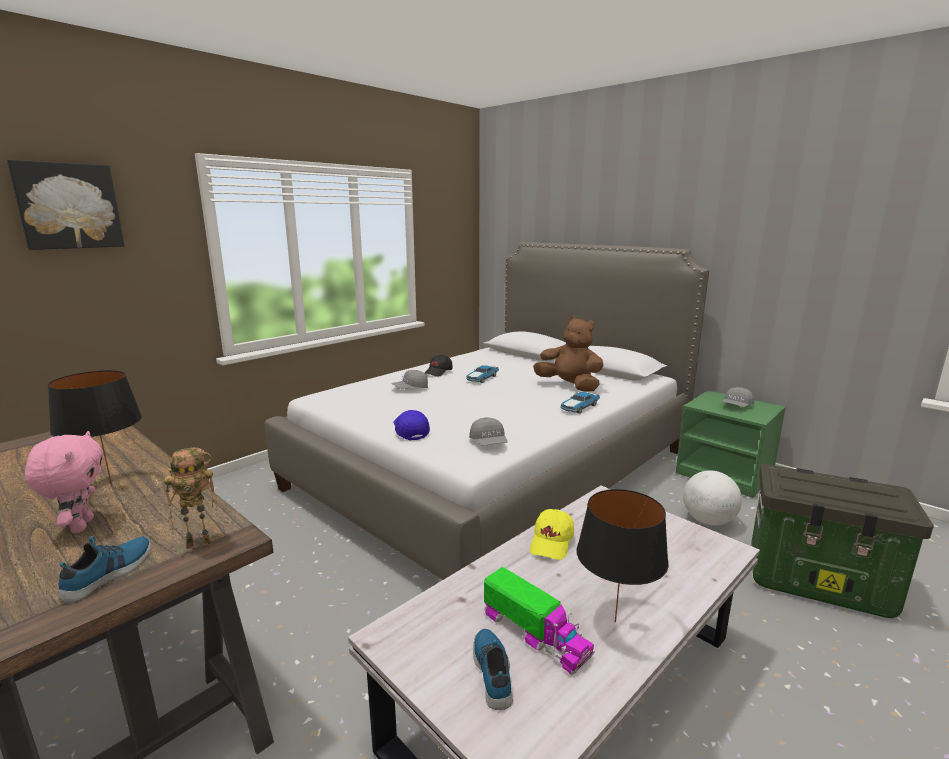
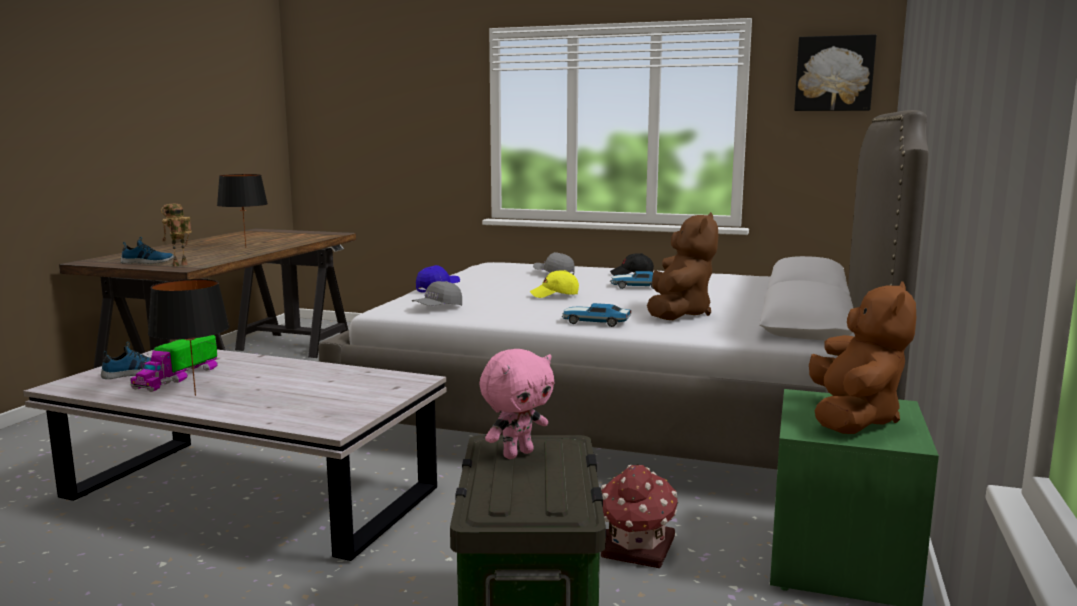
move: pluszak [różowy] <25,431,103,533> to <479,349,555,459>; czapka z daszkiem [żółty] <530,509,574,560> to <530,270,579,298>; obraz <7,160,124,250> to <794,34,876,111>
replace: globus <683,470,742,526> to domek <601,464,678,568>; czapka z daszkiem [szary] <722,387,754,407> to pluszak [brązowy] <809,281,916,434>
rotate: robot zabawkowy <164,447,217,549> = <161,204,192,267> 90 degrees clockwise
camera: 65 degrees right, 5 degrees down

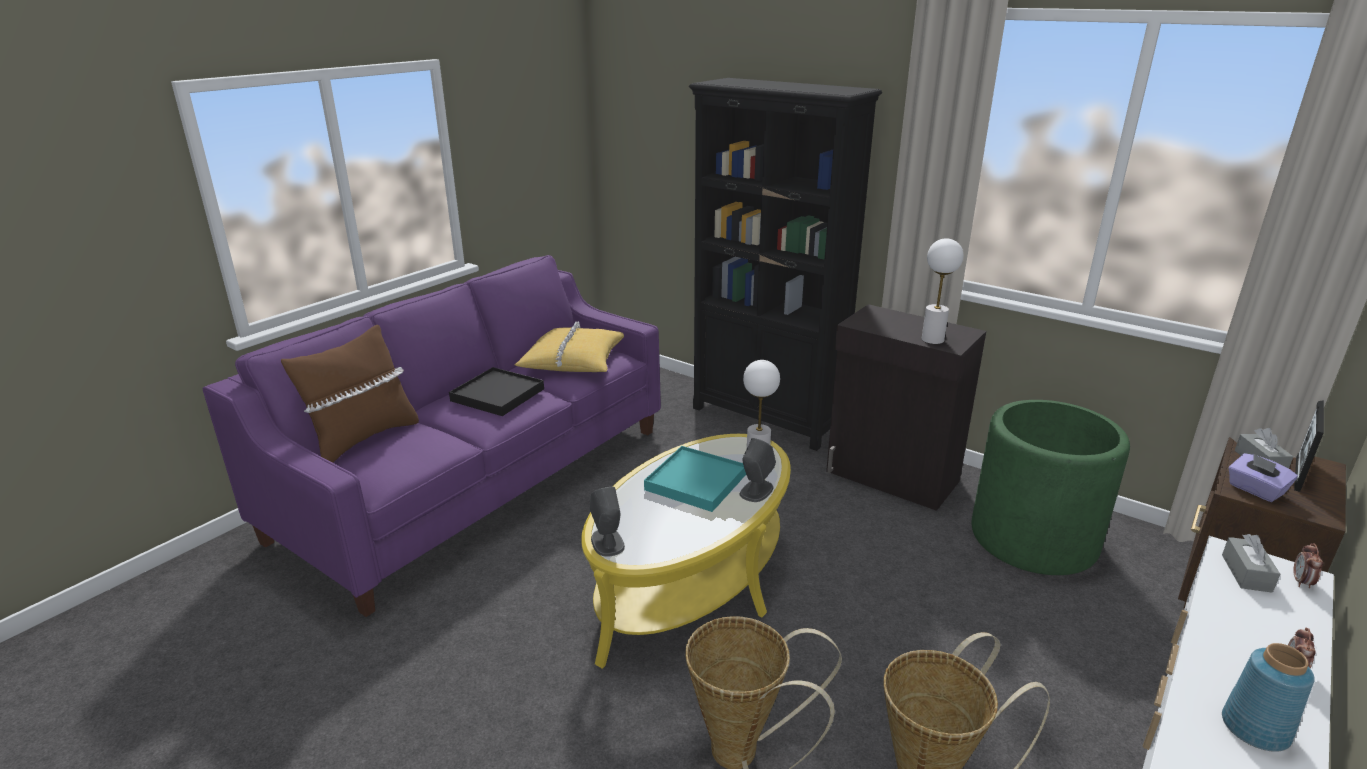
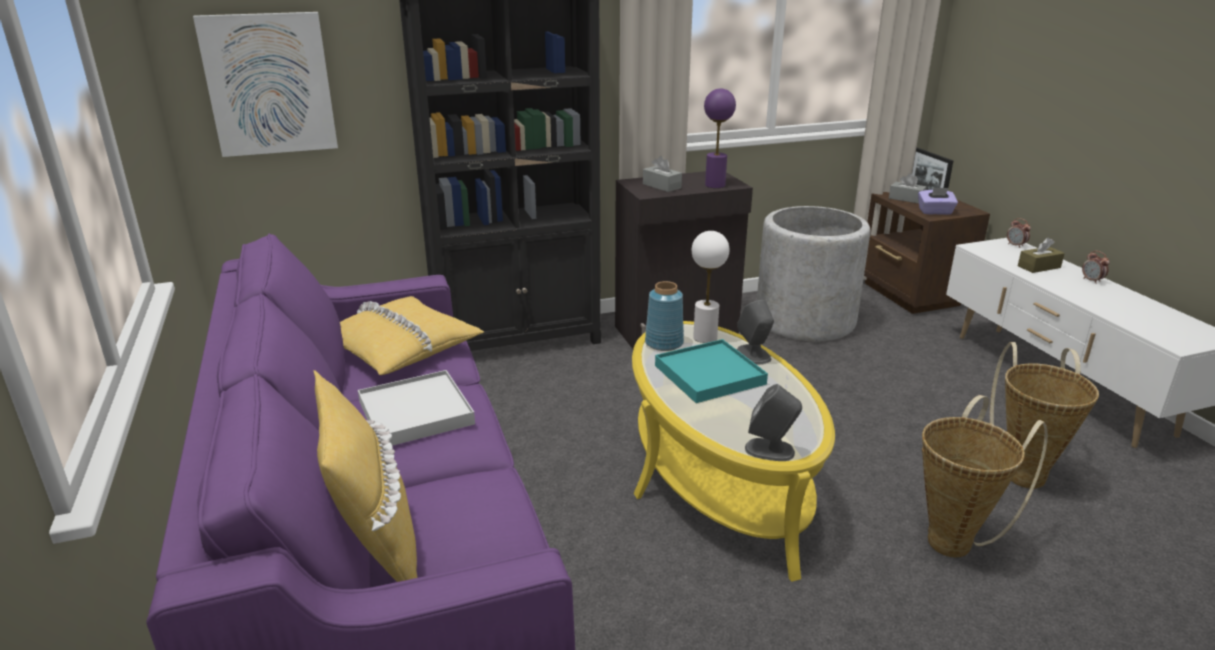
insert: obraz <193,12,338,157>; pudełko chusteczek [brązowy] <1018,238,1065,273>
move: pudełko chusteczek [szary] <1222,534,1280,593> to <643,156,682,192>; wazon [niebieski] <1222,643,1315,752> to <645,281,684,351>
recolor: poduszka [brązowy] <281,325,419,463> to poduszka [żółty] <313,370,418,582>; taca [czarny] <449,367,544,416> to taca [biały] <358,370,475,446>; lampa stołowa [biały] <922,238,963,344> to lampa stołowa [fioletowy] <704,89,736,188>; donica [zielony] <972,400,1130,575> to donica [szary] <757,206,870,341>
camera: 55 degrees left, 0 degrees up

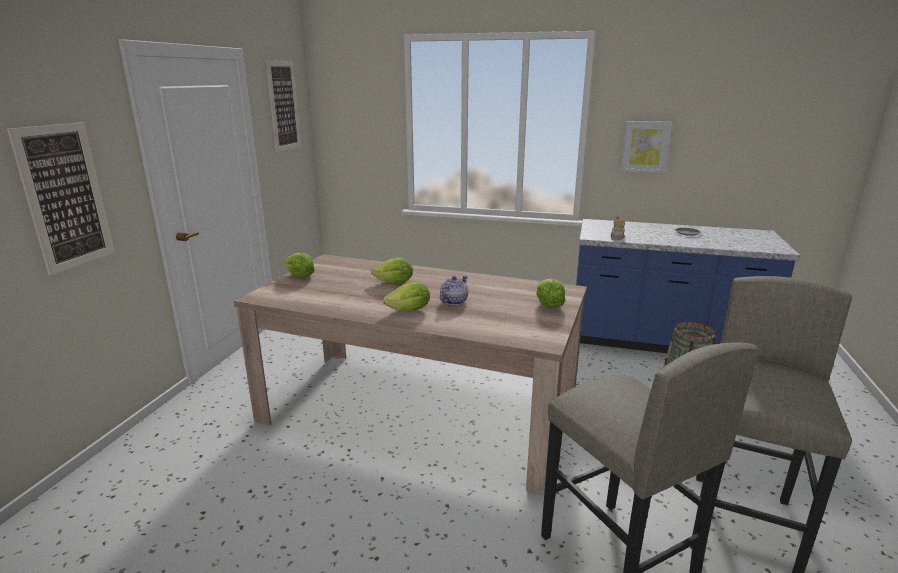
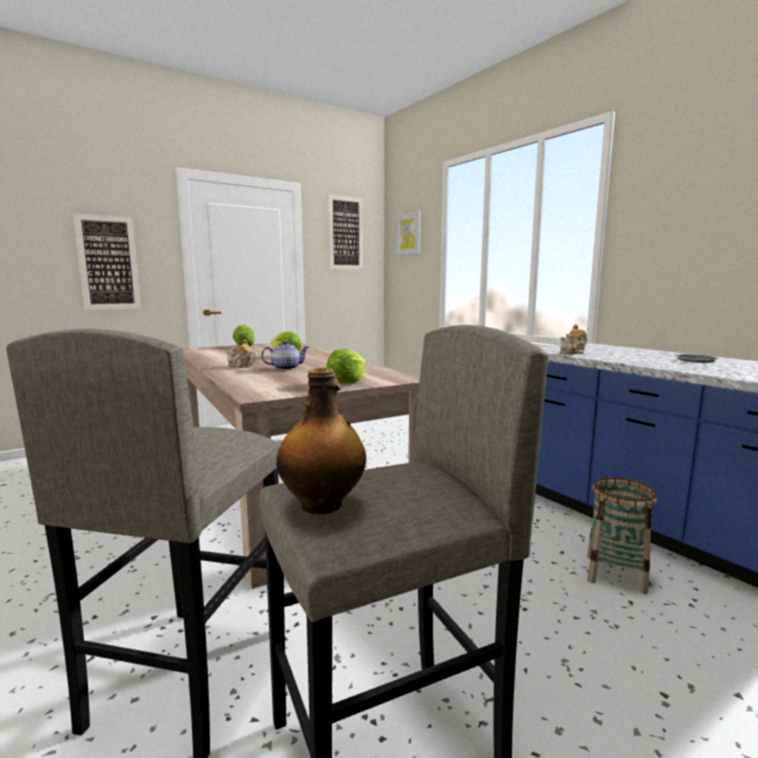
insert: butelka <276,368,366,514>
move: obraz <621,121,672,173> to <397,211,421,256>
replace: sałata <383,281,430,311> to imbryk <225,339,257,368>
camera: 40 degrees right, 10 degrees down

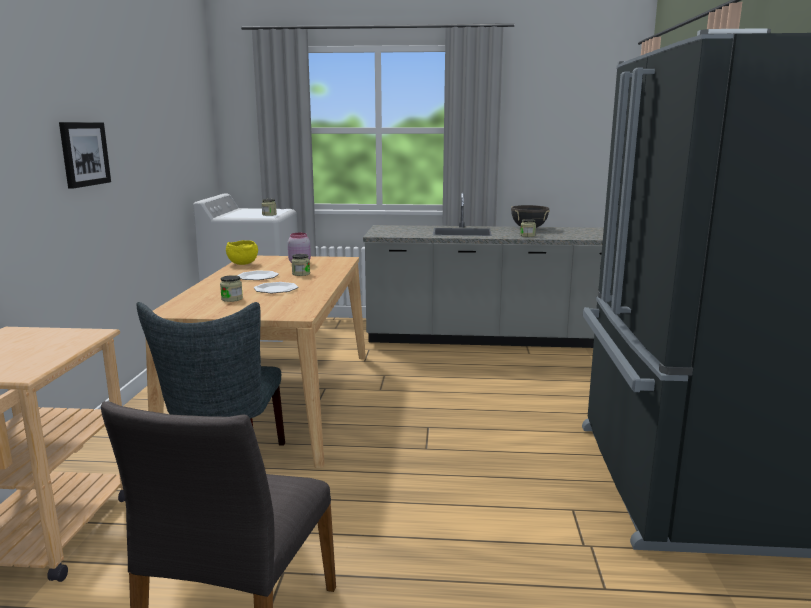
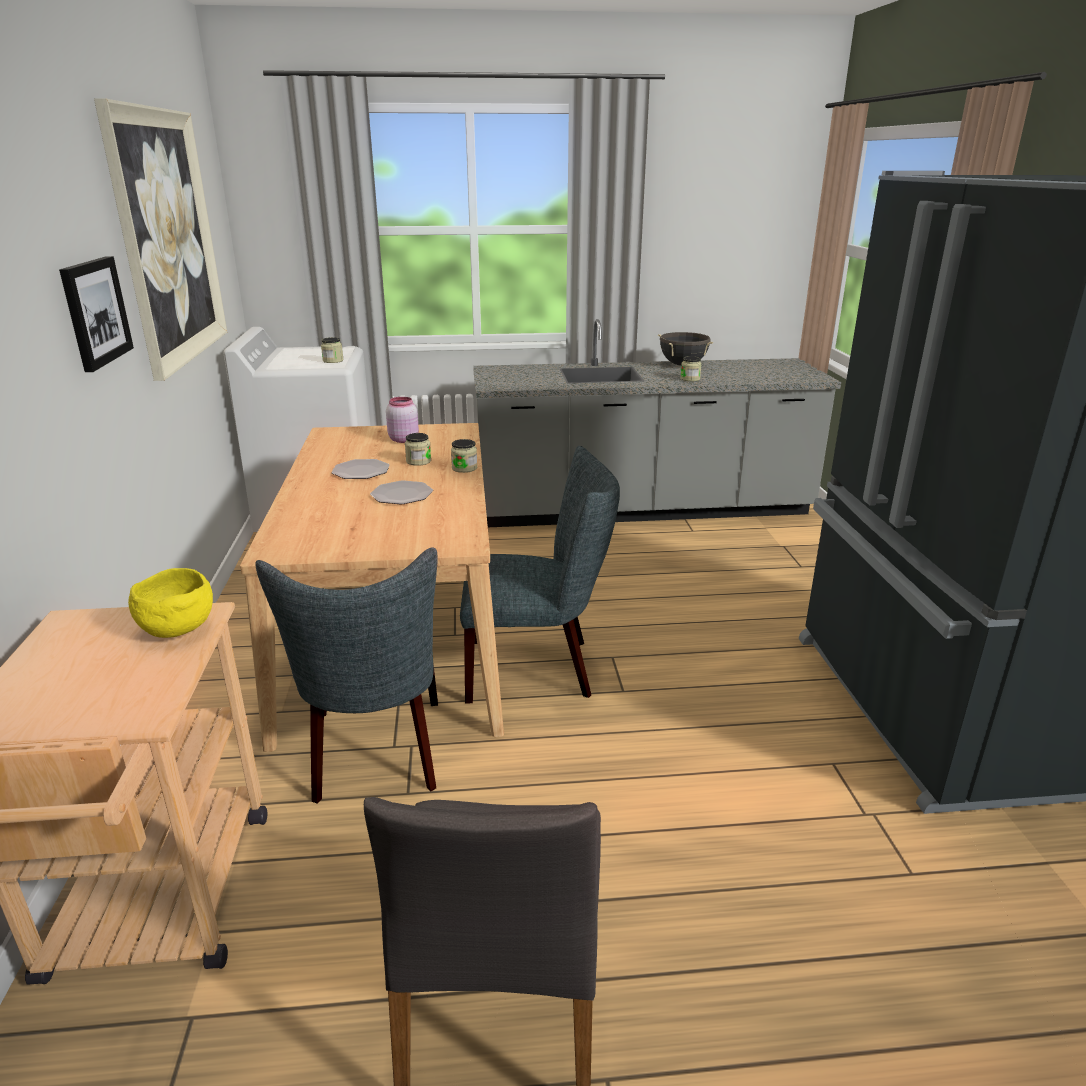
insert: obraz <94,99,227,381>; krzesło [szary] <460,446,620,703>
move: miska [żółty] <226,240,258,265> to <128,568,213,638>; słoik <220,275,243,302> to <451,439,477,473>
camera: 10 degrees left, 10 degrees up

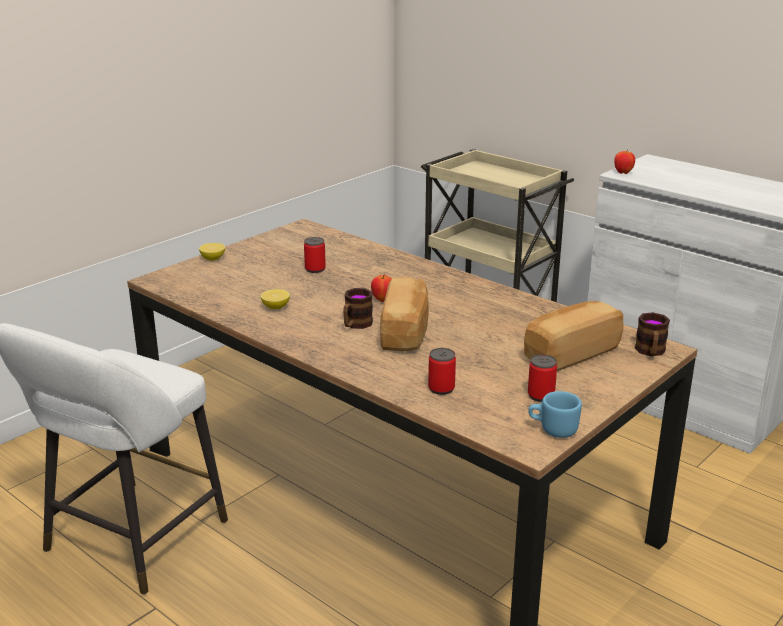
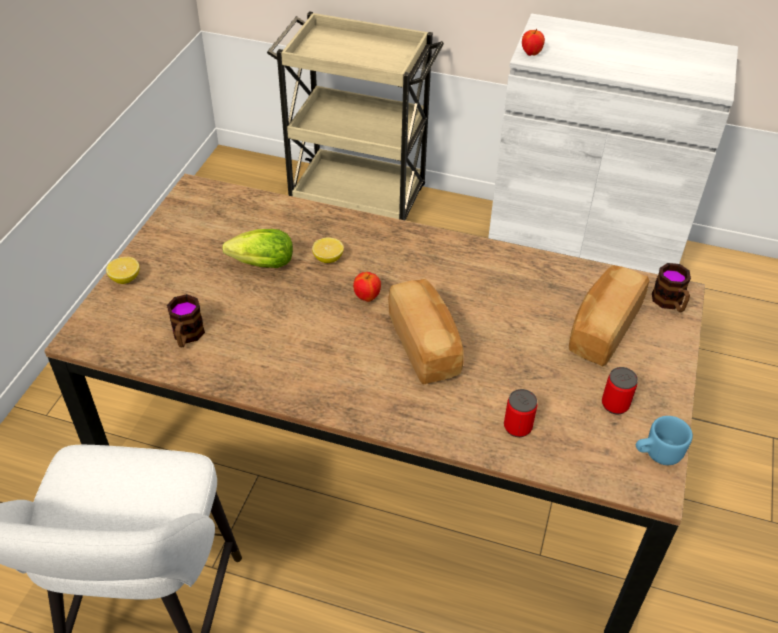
move: kubek <343,288,373,329> to <167,294,205,347>; cytryna <261,289,290,309> to <312,237,344,263>
replace: puszka <304,237,326,273> to sałata <222,229,293,268>
camera: 25 degrees left, 20 degrees up

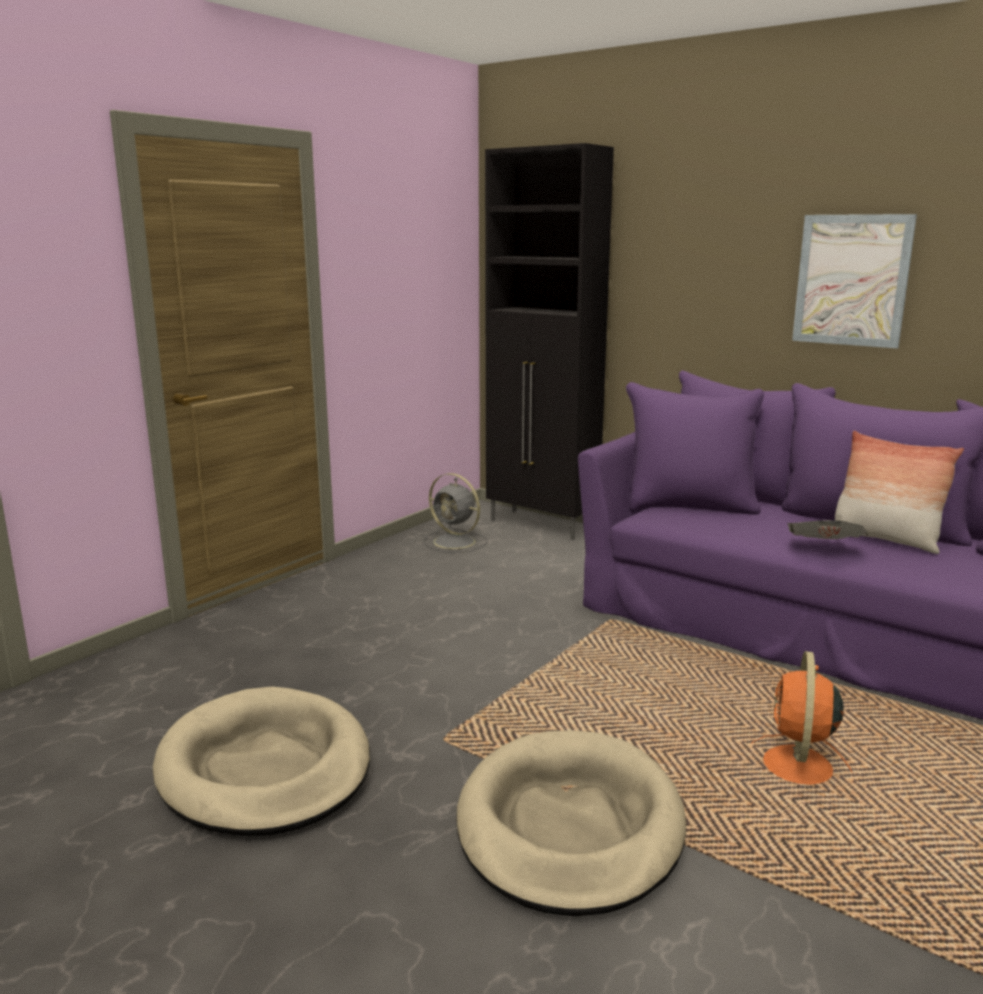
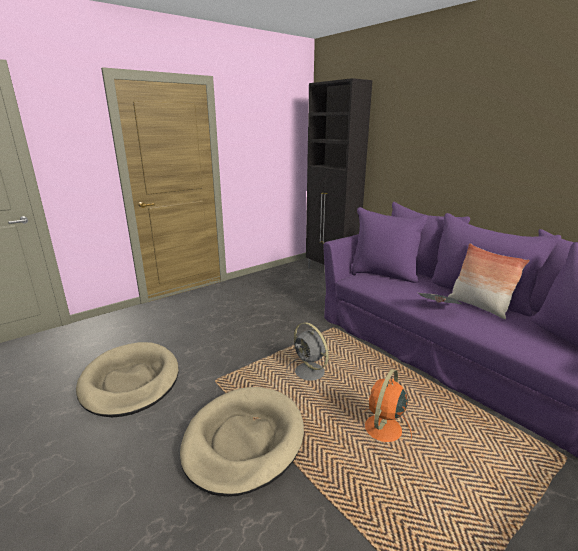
delete: obraz <792,214,917,349>
move: wentylator [szary] <423,473,488,553> to <287,322,329,381>
camera: 15 degrees right, 5 degrees up

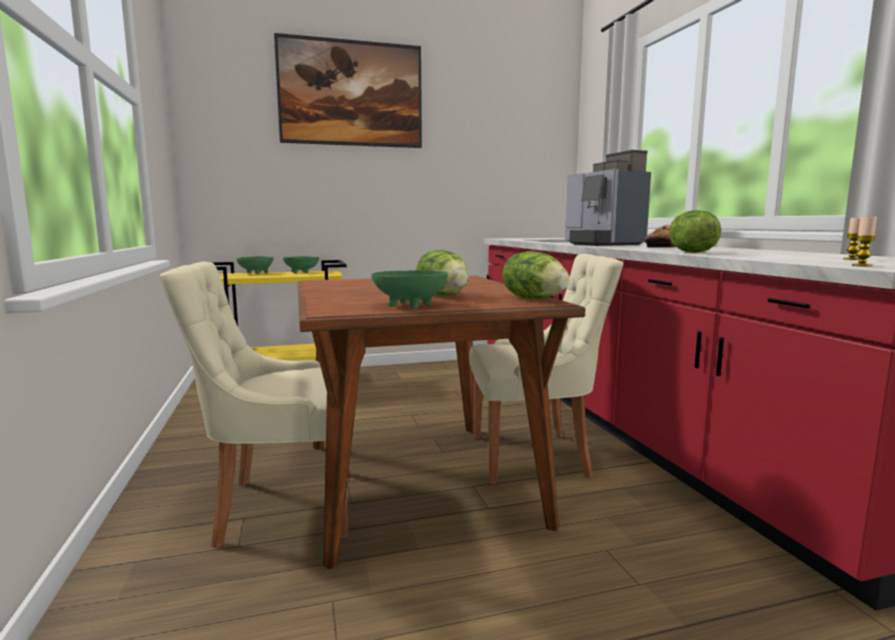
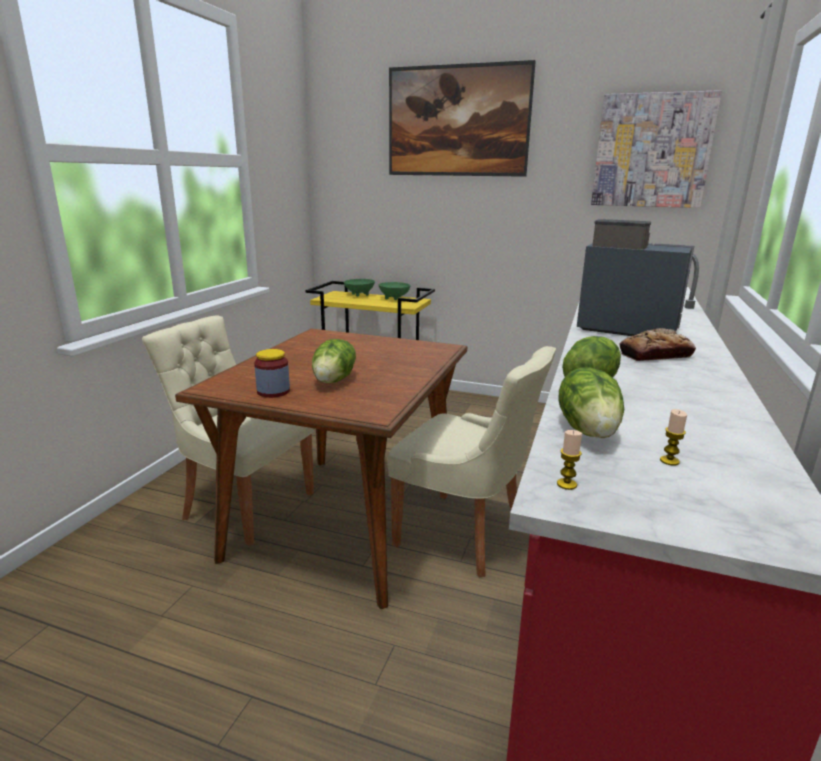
insert: obraz <591,90,722,208>
move: sałata <502,251,570,299> to <559,367,624,438>
replace: miska [zielony] <371,270,448,309> to słoik <254,349,290,398>
rotate: ekspres do kawy <565,150,651,246> = <577,219,694,336> 105 degrees clockwise
camera: 35 degrees right, 10 degrees up

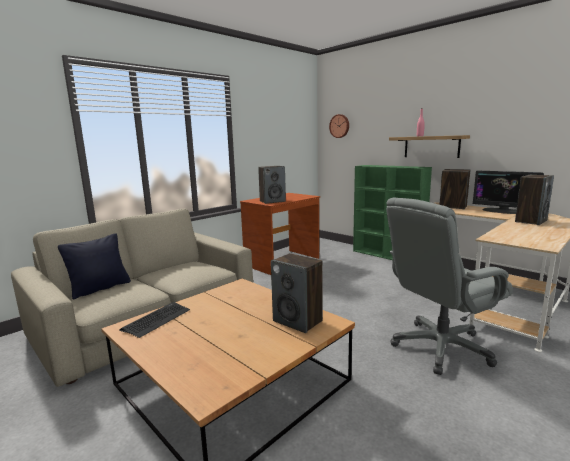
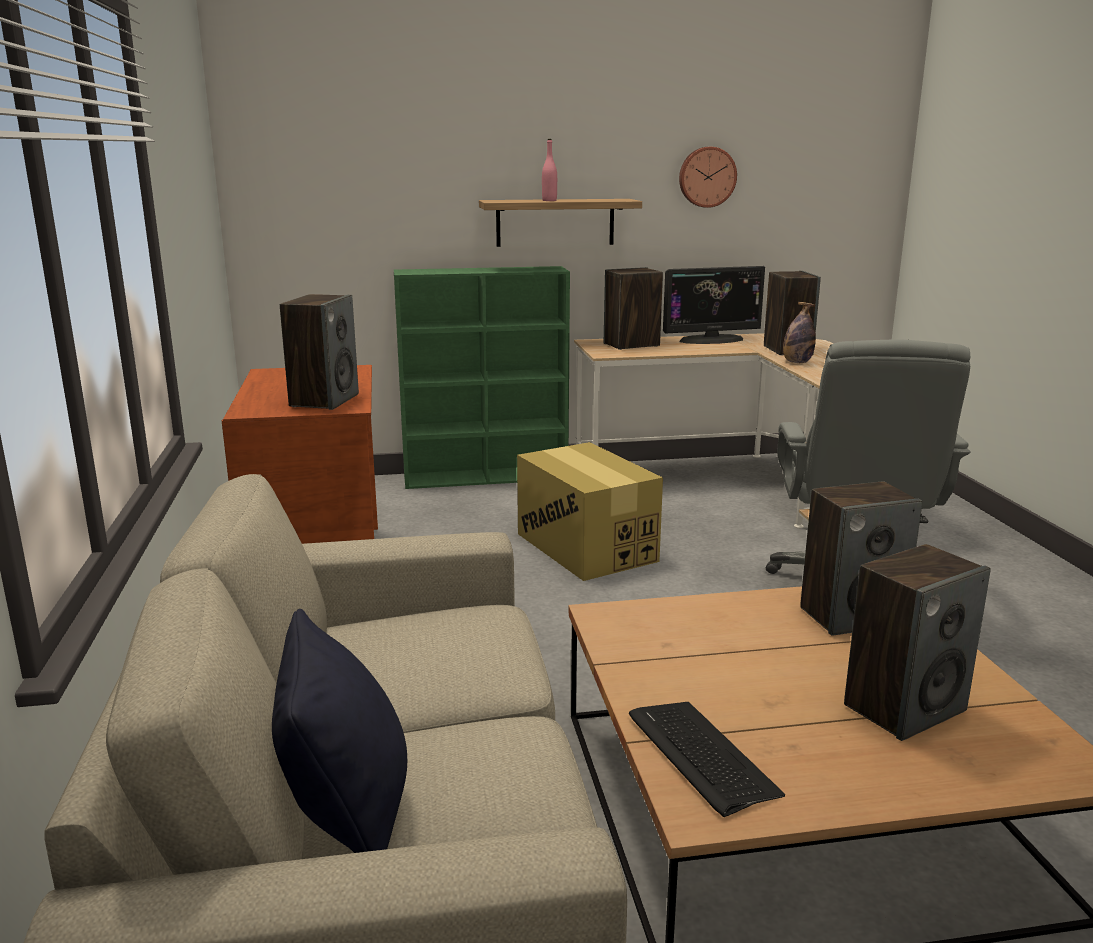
insert: karton <517,442,663,581>; butelka <783,302,816,363>; głośnik <844,544,991,741>
move: zegar ścienny <329,114,349,138> to <679,147,737,208>
camera: 55 degrees left, 5 degrees up

